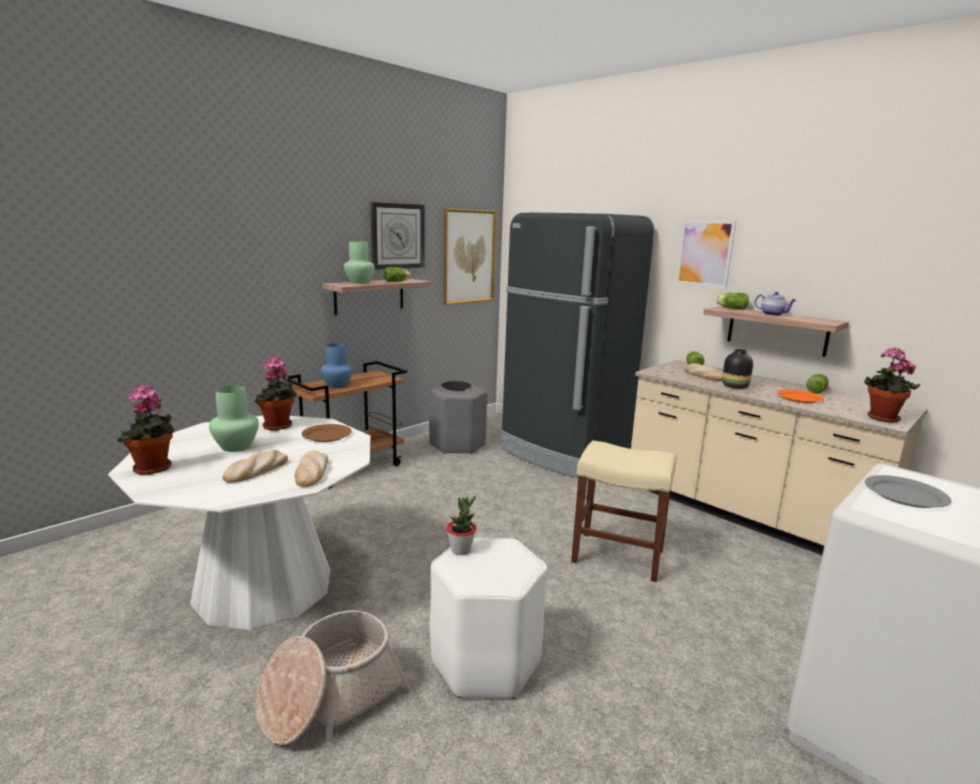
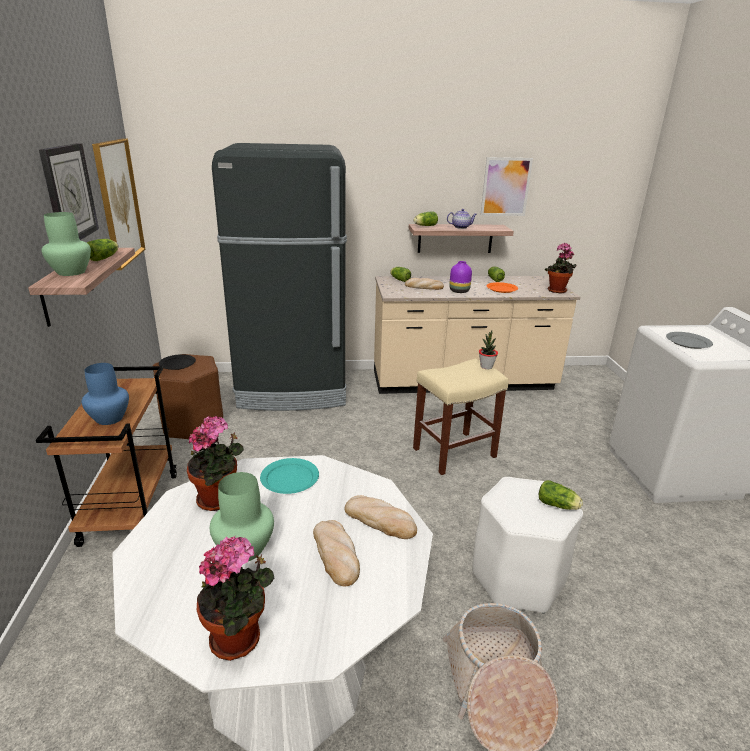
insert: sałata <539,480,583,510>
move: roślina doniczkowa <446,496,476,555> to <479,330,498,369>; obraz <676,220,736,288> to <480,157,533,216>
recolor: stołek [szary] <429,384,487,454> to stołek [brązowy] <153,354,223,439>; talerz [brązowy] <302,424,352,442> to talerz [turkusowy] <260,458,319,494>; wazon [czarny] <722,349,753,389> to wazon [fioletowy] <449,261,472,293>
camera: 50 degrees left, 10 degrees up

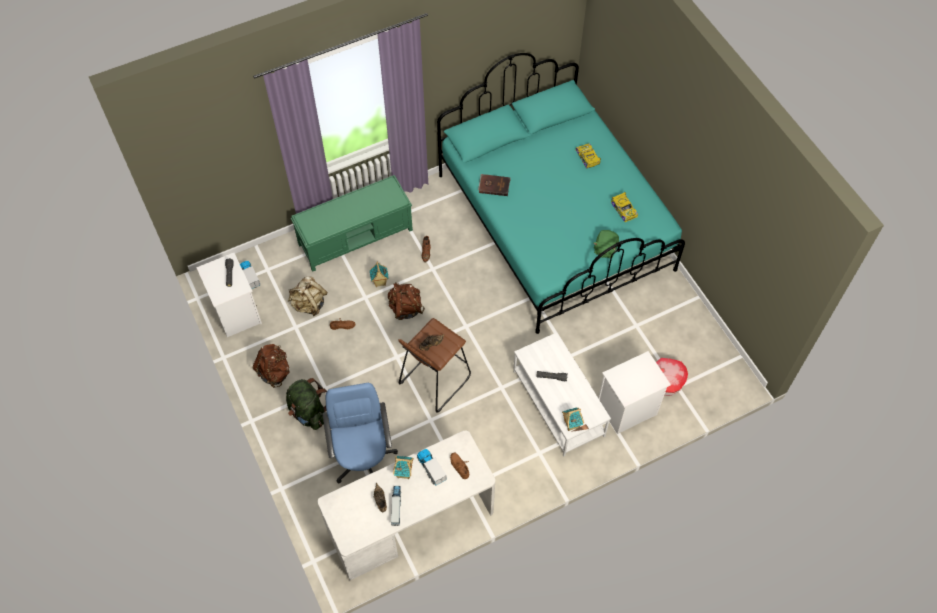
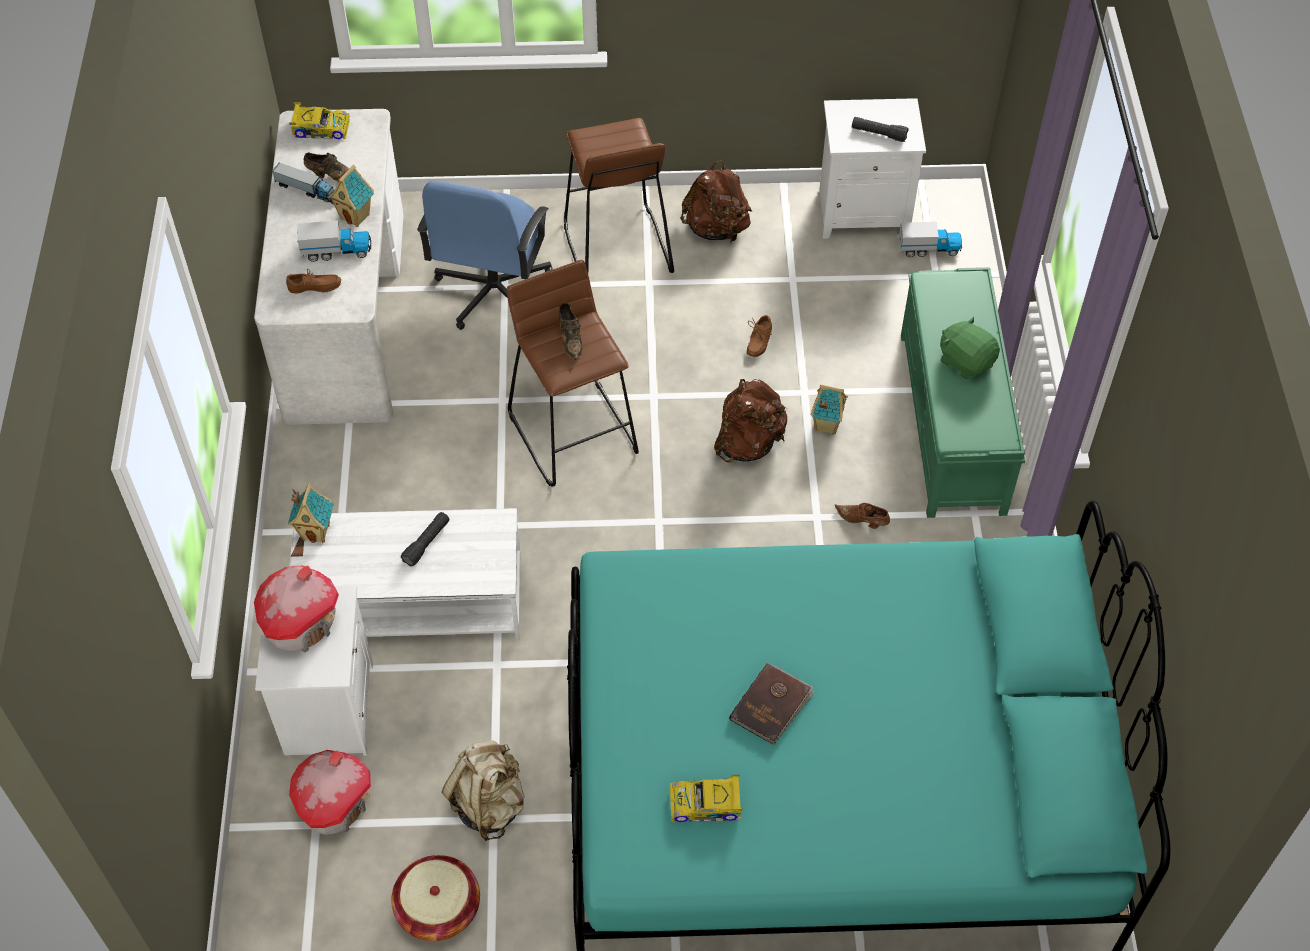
insert: domek <254,565,339,653>; koszyk <391,855,480,941>
move: samochodzik <576,144,601,168> to <289,102,350,139>; plecak [beżowy] <288,276,328,316> to <442,740,524,841>; książka [brązowy] <478,174,511,196> to <729,663,815,745>; pluszak [zielony] <594,230,619,258> to <940,317,1000,379>
replace: plecak [zielony] <286,378,327,430> to stołek [brązowy] <564,118,674,273>
rotate: krzesło biurowe [niebieski] <322,383,398,484> = <417,181,553,330> 90 degrees clockwise
camera: 115 degrees right, 5 degrees down

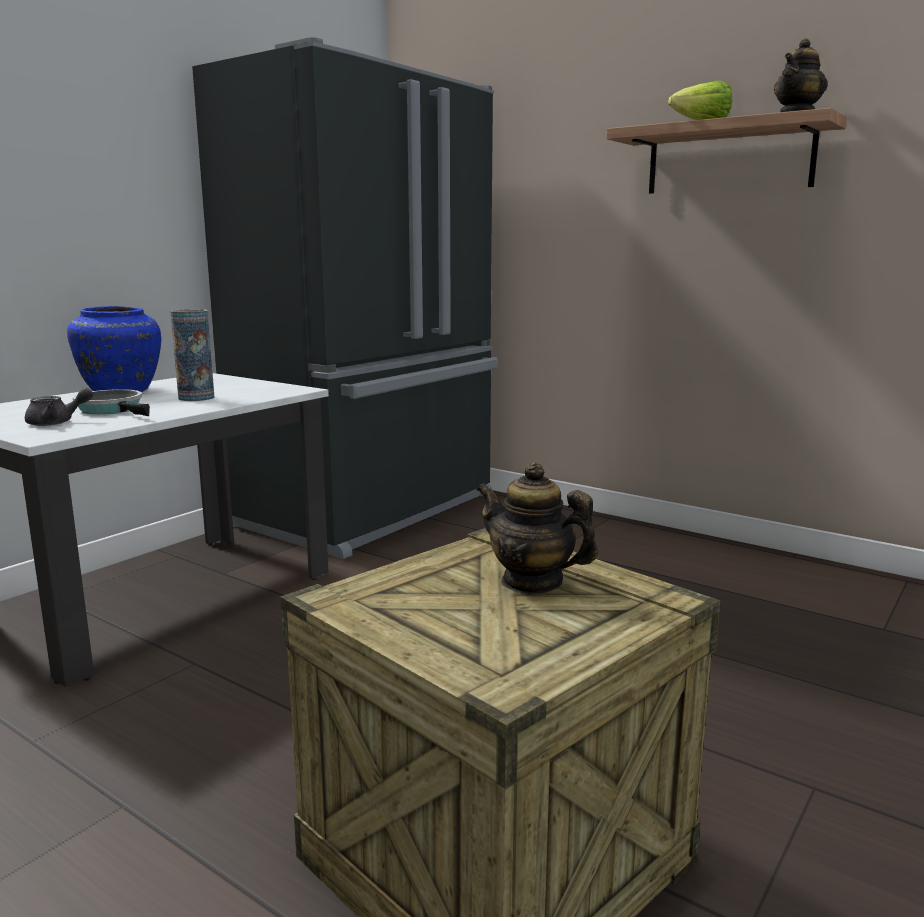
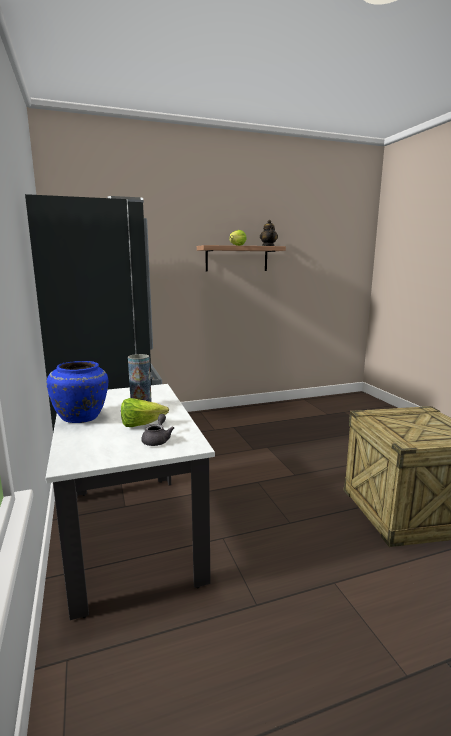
delete: imbryk <476,462,598,594>
replace: patelnia <73,389,150,416> to sałata <121,398,169,427>
camera: 55 degrees left, 0 degrees up

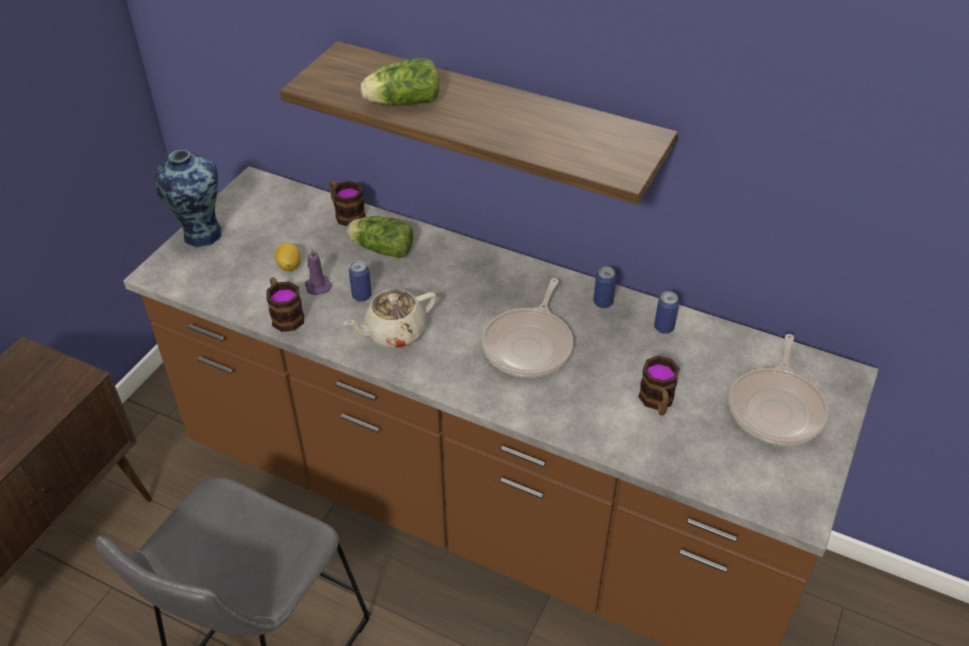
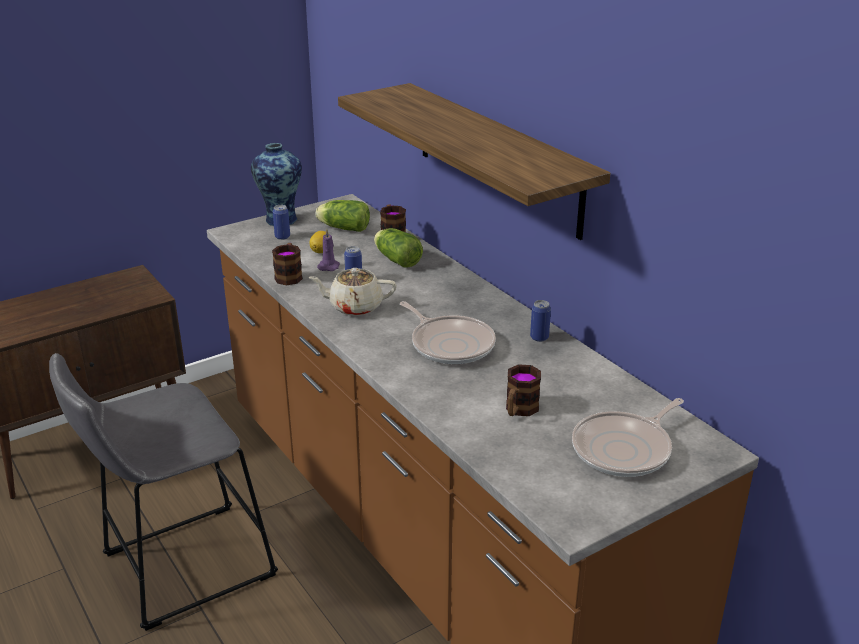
move: puszka <654,291,679,334> to <273,205,290,240>; sałata <361,58,440,105> to <316,200,370,232>
rotate: patelnia <482,278,573,378> = <400,301,496,364> 90 degrees counterclockwise
camera: 30 degrees right, 15 degrees down

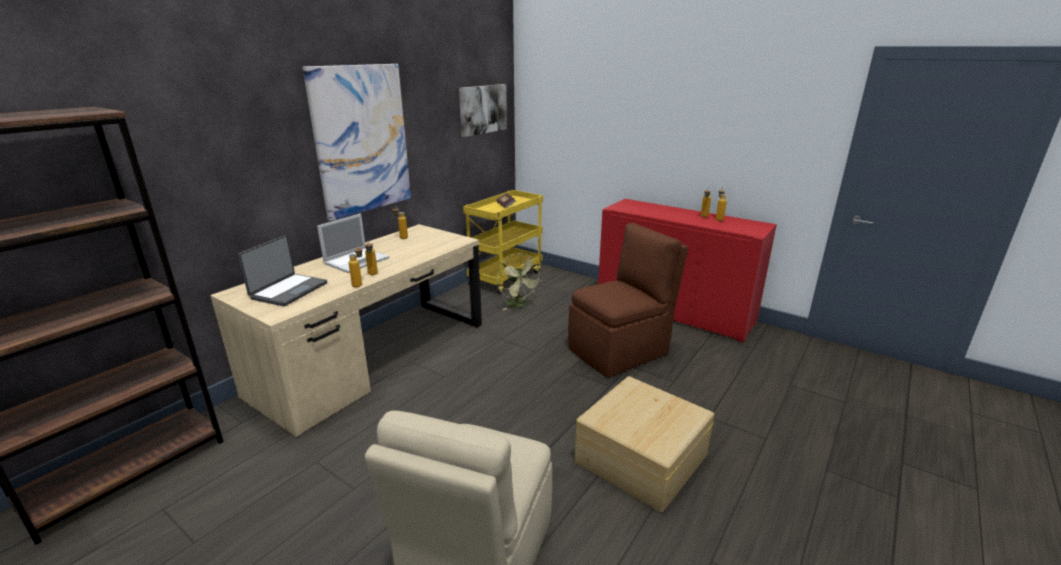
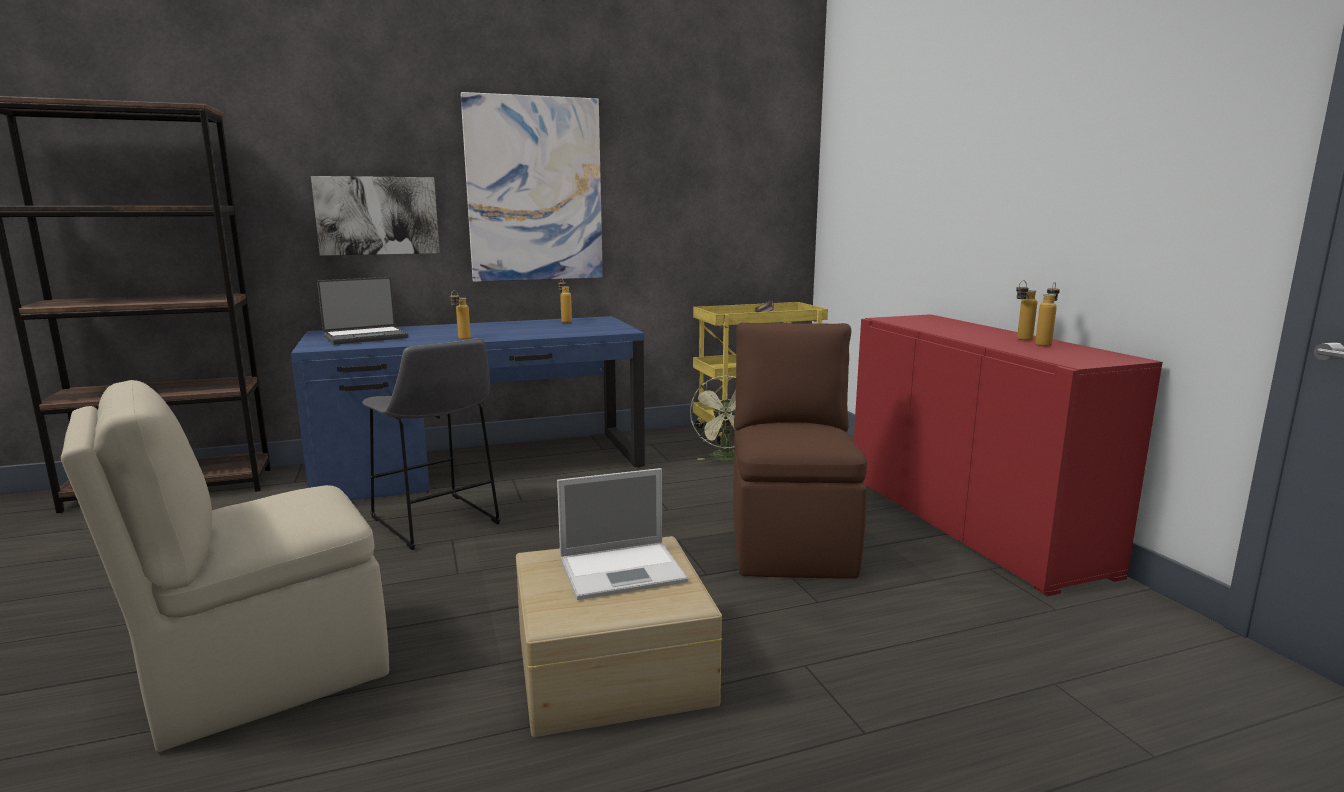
delete: butelka <349,245,362,287>
insert: stołek [szary] <362,338,500,550>
move: obraz <459,84,507,137> to <311,176,440,256>; laptop <317,214,389,273> to <557,468,688,600>
recolor: biurko [beżowy] <210,224,482,437> to biurko [niebieski] <291,316,645,501>
rotate: krzesło [brązowy] <568,223,689,377> = <733,322,867,579> 90 degrees counterclockwise
camera: 35 degrees right, 10 degrees down

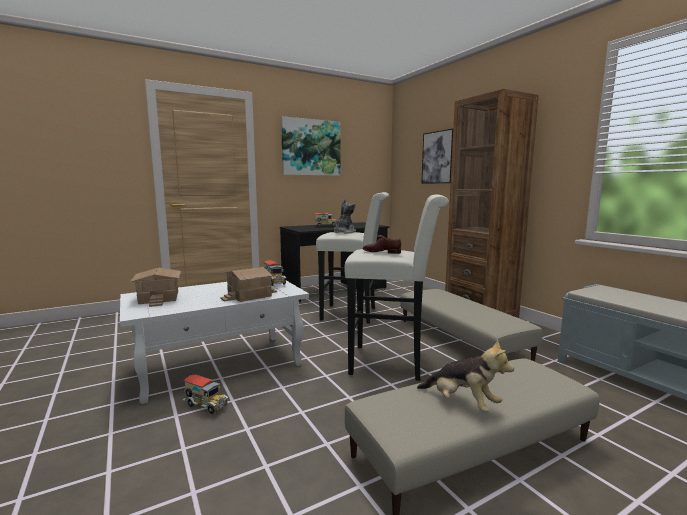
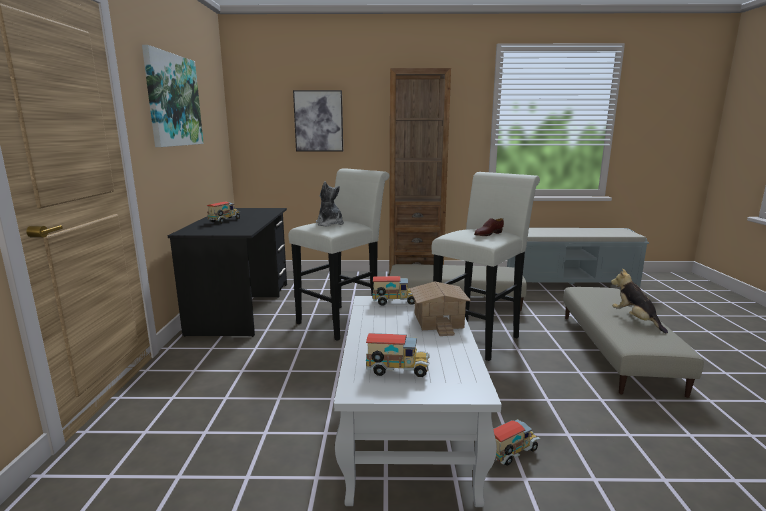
replace: domek <130,268,181,307> to ciężarówka zabawkowa <366,333,430,377>
rotate: pluszak <417,339,514,412> = <611,268,668,333> 90 degrees counterclockwise
camera: 60 degrees left, 5 degrees up

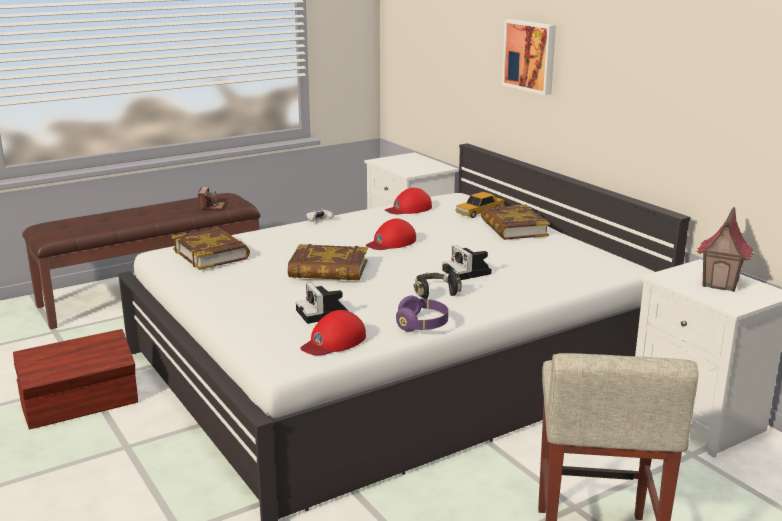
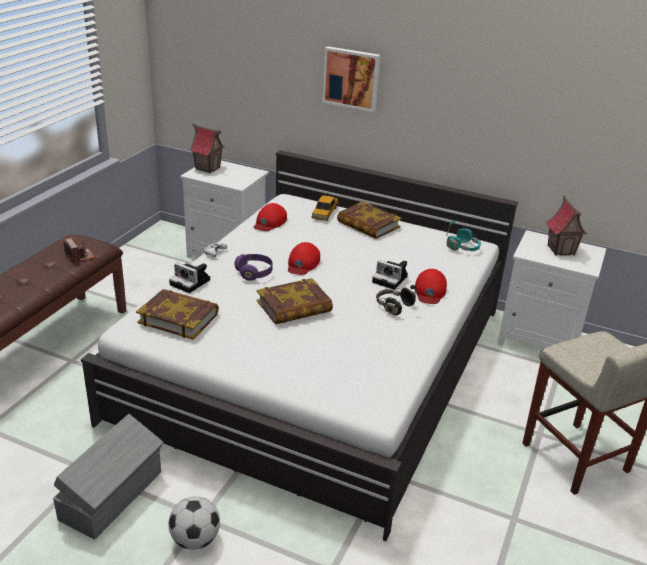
insert: piłka futbolowa <169,496,220,550>; domek <189,124,225,173>; słuchawki [turkusowy] <446,220,481,251>
move: aparat fotograficzny <296,283,348,324> to <169,262,210,293>; słuchawki [fioletowy] <396,295,448,332> to <234,254,273,281>; czapka z daszkiem [czerwony] <300,310,366,356> to <415,269,447,304>
recolor: pojemnik do przechowywania [brązowy] <13,329,138,429> to pojemnik do przechowywania [szary] <53,414,164,539>
camera: 35 degrees left, 10 degrees up

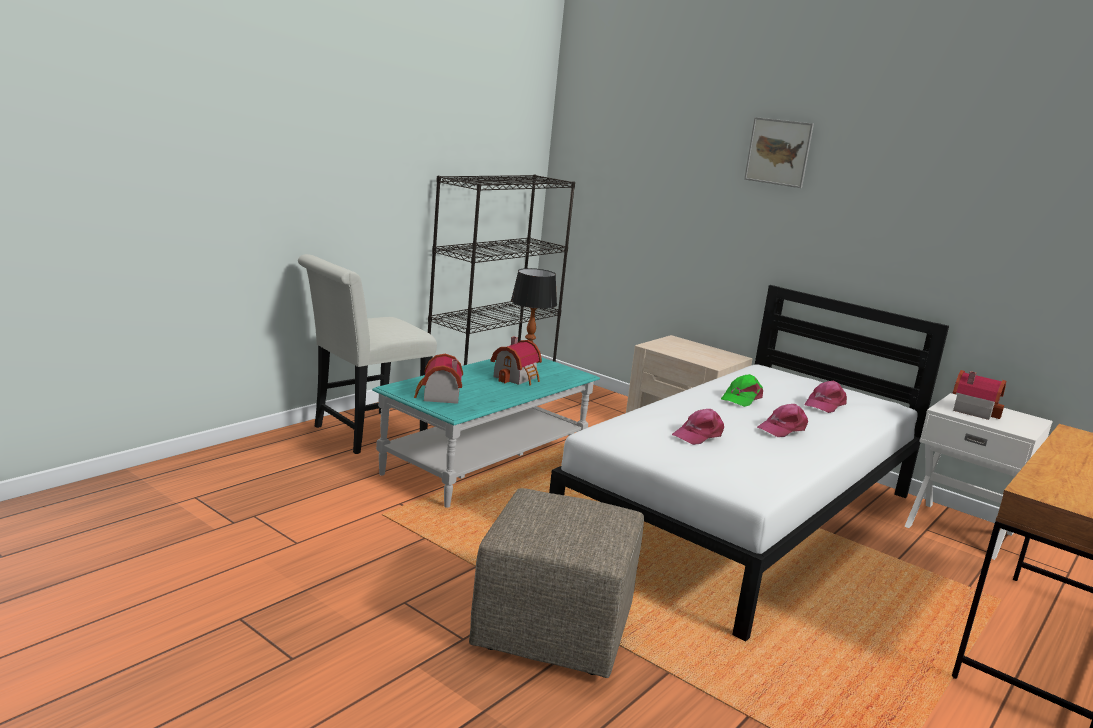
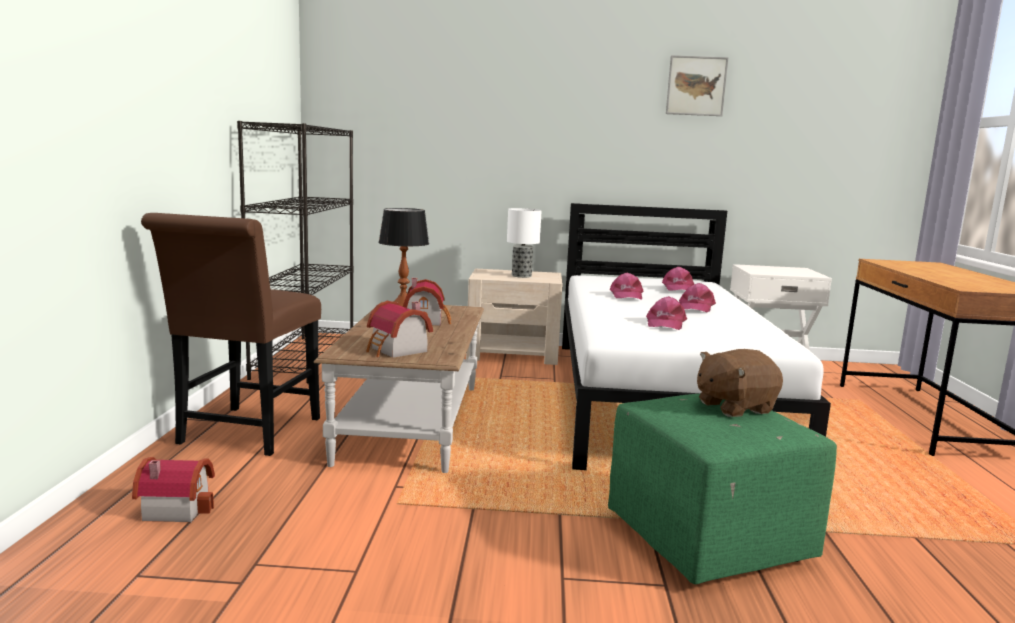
insert: lampa stołowa <507,208,542,278>; pluszak [brązowy] <697,349,783,417>
move: domek <952,370,1006,420> to <132,457,215,522>; obraz <744,117,814,188> to <666,55,728,116>
recolor: krzesło [biały] <298,254,437,454> to krzesło [brązowy] <141,213,321,456>; ława [turkusowy] <372,357,600,508> to ława [brązowy] <314,302,484,473>; pufa [beżowy] <469,488,644,678> to pufa [zielony] <608,393,837,584>; czapka z daszkiem [zielony] <721,374,763,407> to czapka z daszkiem [różowy] <610,273,644,300>
camera: 35 degrees left, 5 degrees down

